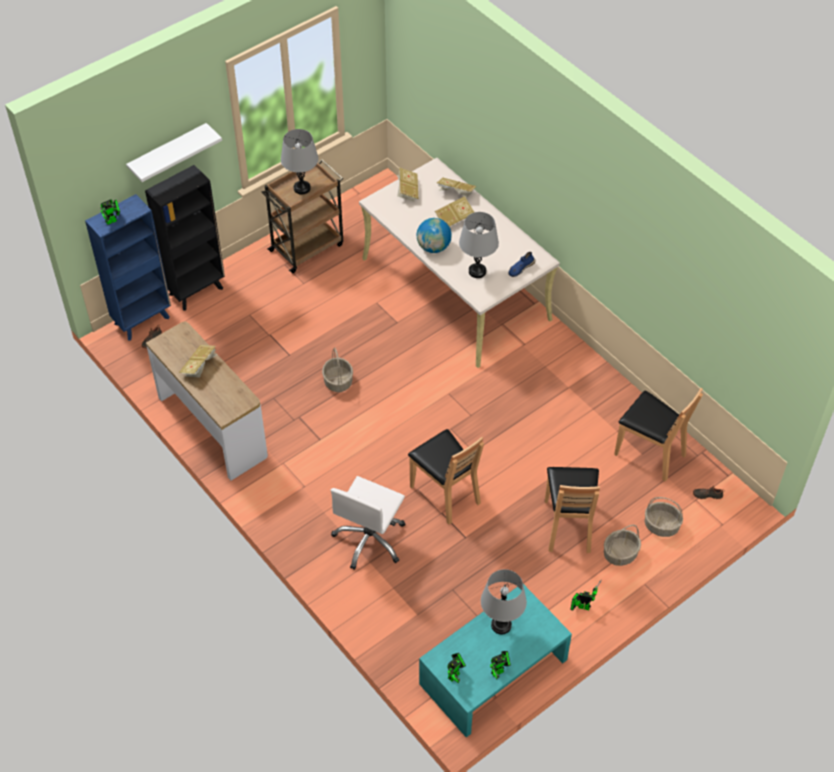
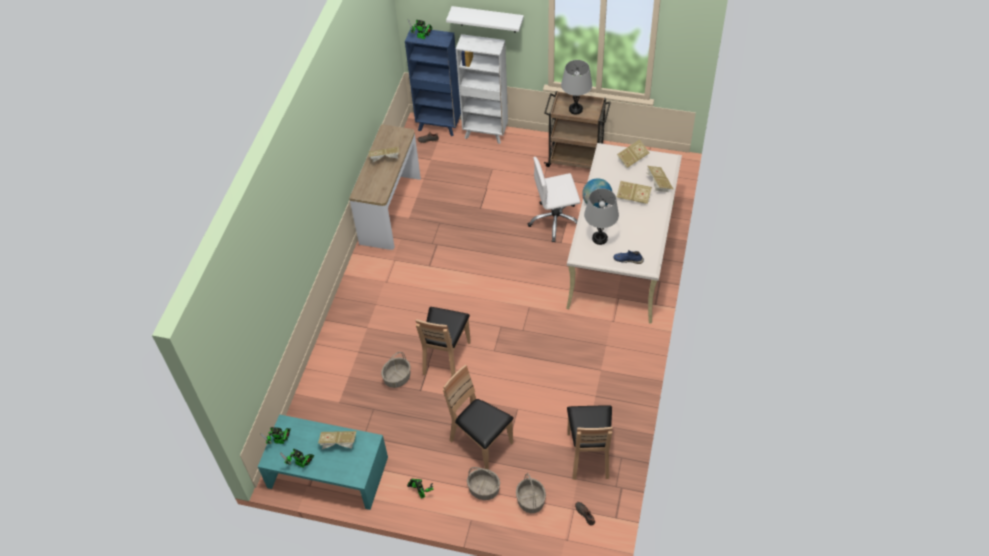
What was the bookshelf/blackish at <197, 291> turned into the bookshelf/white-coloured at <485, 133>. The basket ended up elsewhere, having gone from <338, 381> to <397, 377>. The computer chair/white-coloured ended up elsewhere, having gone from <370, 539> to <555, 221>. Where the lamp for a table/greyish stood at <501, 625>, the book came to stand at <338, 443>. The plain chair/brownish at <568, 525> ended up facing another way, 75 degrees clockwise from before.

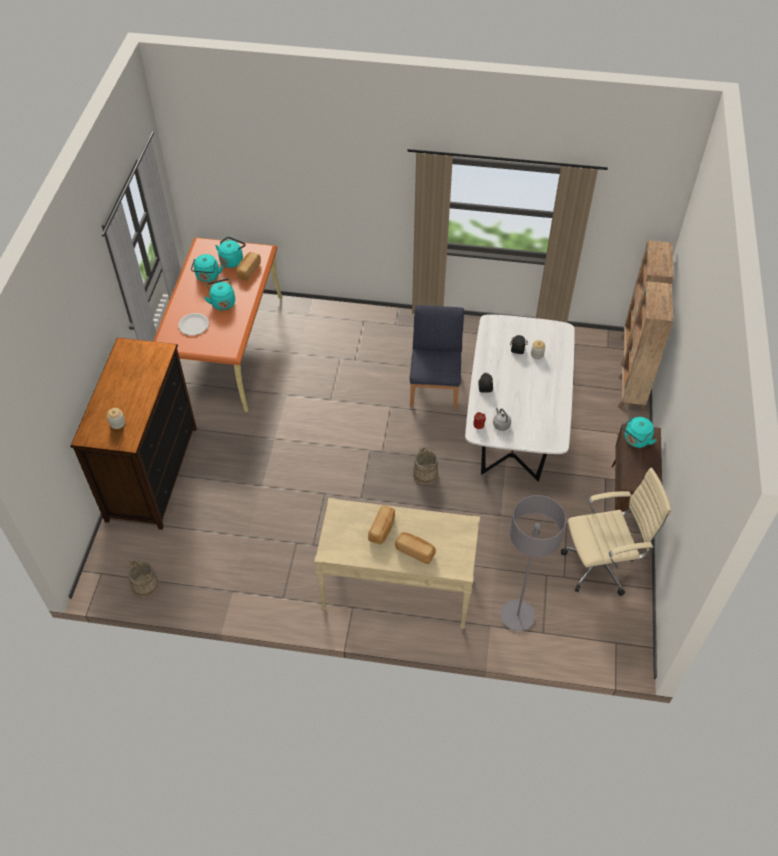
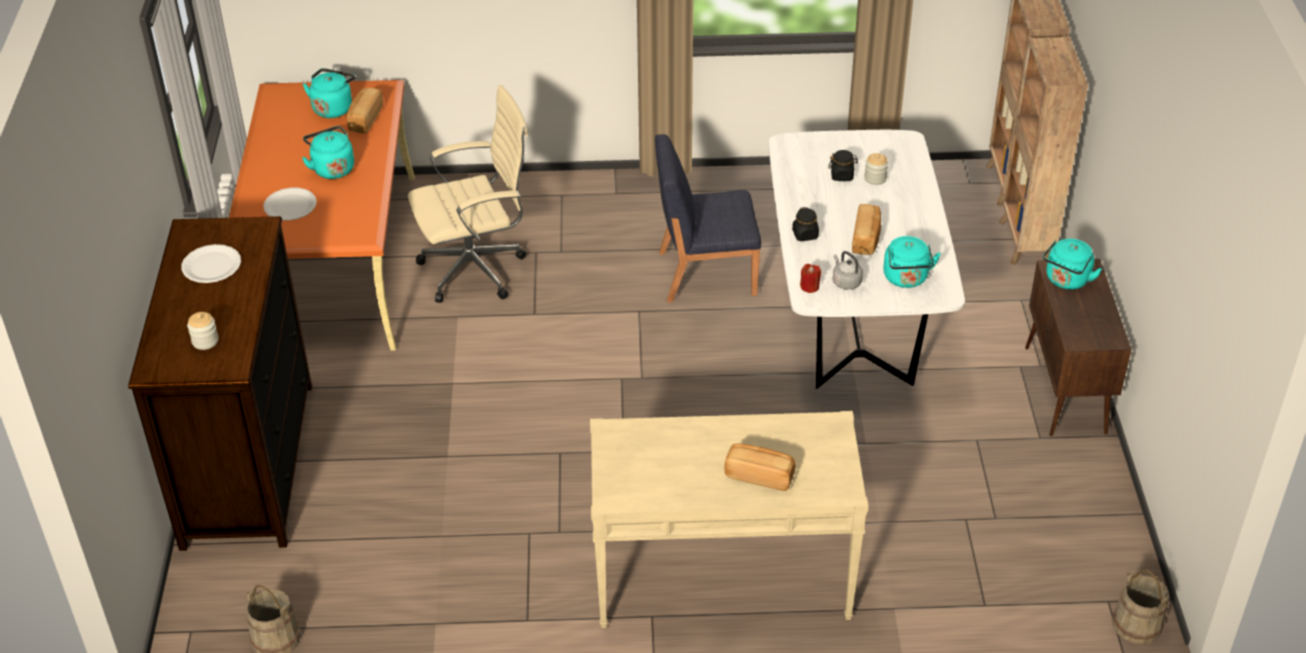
The kettle/turquoise-coloured ended up elsewhere, having gone from <207, 277> to <906, 279>. The baked bread ended up elsewhere, having gone from <382, 529> to <866, 239>. The plain chair/blue-coloured at <435, 386> ended up facing another way, 90 degrees counterclockwise from before. The pail/sand-coloured ended up elsewhere, having gone from <425, 474> to <1136, 625>. The second view lost the floor lamp/greyish at <517, 616>. The computer chair/sand-coloured ended up elsewhere, having gone from <602, 565> to <477, 269>. The second view gained the flat dish/white-coloured at <211, 265>.

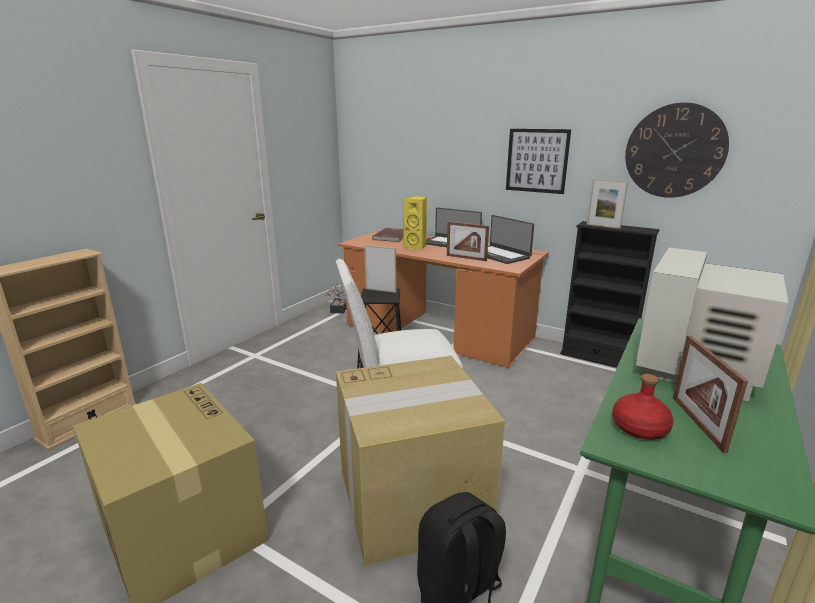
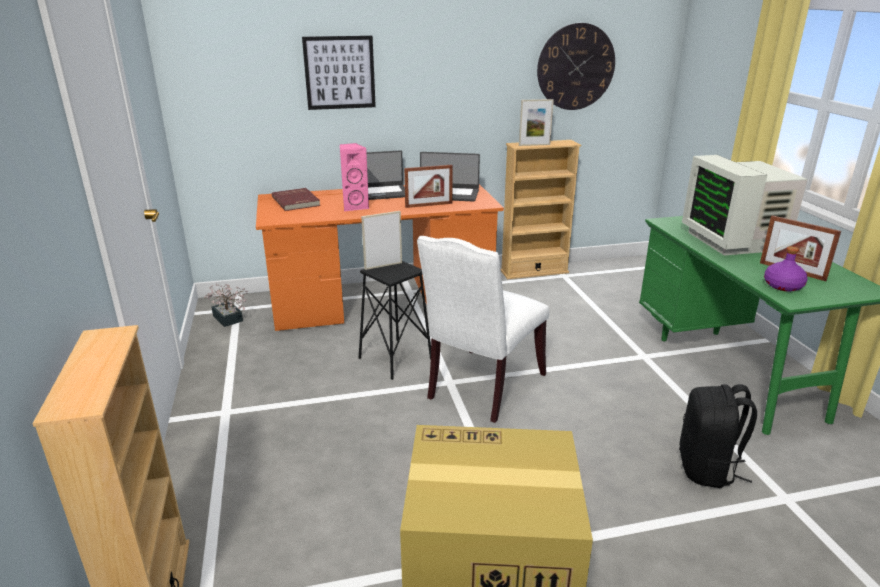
The second view lost the carton at <414, 499>. What was the loudspeaker/yellow at <416, 247> turned into the loudspeaker/pink at <354, 207>. The wall picture ended up elsewhere, having gone from <537, 161> to <339, 73>. What was the bookshelf/blackish at <596, 357> turned into the bookshelf/sand-coloured at <534, 271>. What was the beverage bottle/reddish at <639, 428> turned into the beverage bottle/purplish at <782, 286>.

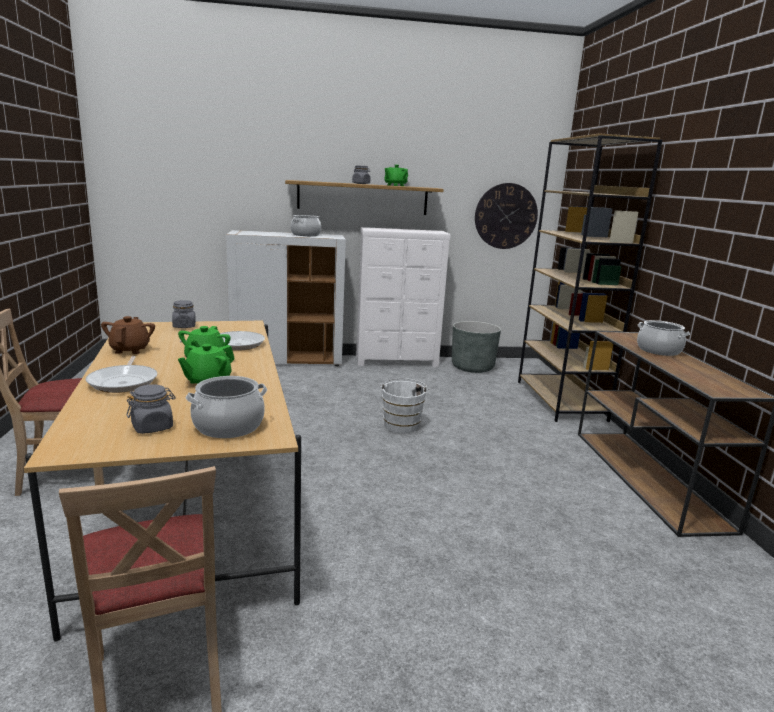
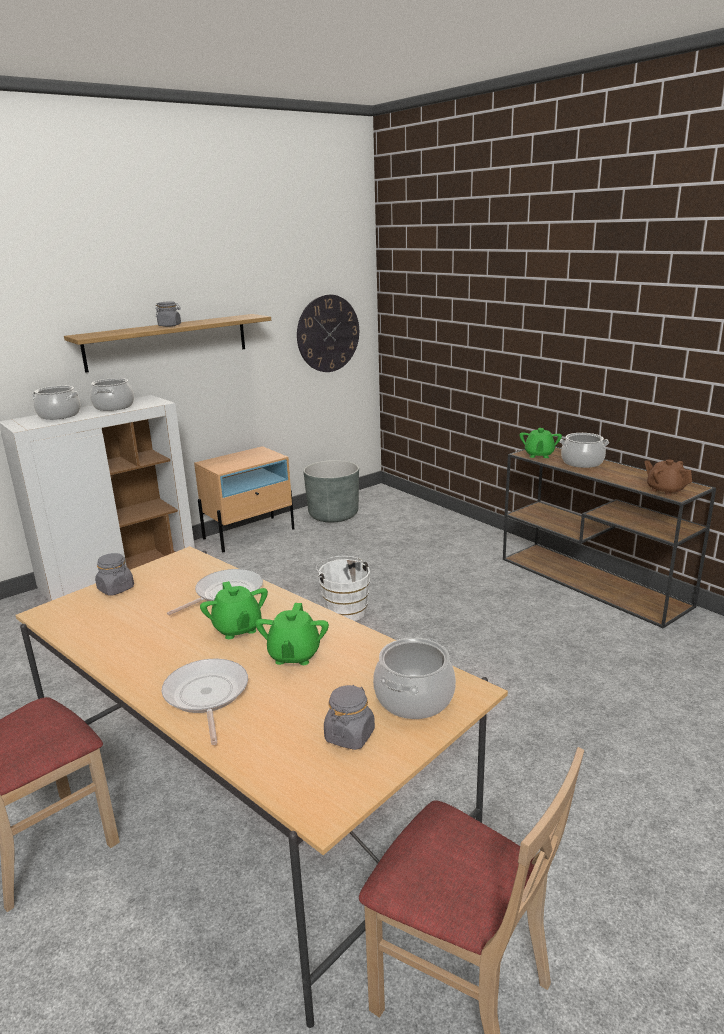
The pan at <124, 382> ended up facing another way, 150 degrees counterclockwise from before. The tea pot/brownish ended up elsewhere, having gone from <130, 350> to <665, 490>. Where the chest of drawers/white-coloured stood at <397, 361>, the nightstand/sand-coloured came to stand at <249, 533>. The tea pot/green-coloured ended up elsewhere, having gone from <395, 185> to <539, 455>. The second view lost the bookshelf/brownish at <561, 400>. The second view gained the stockpot at <59, 415>.

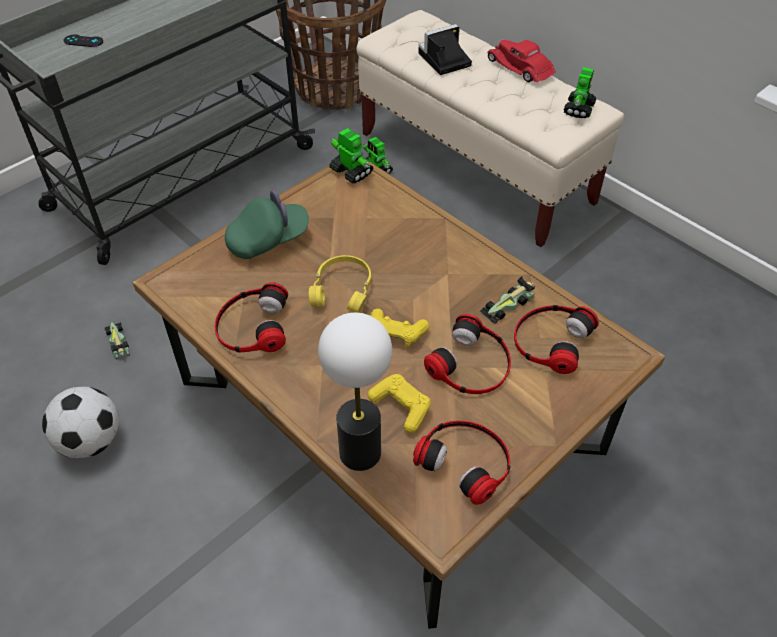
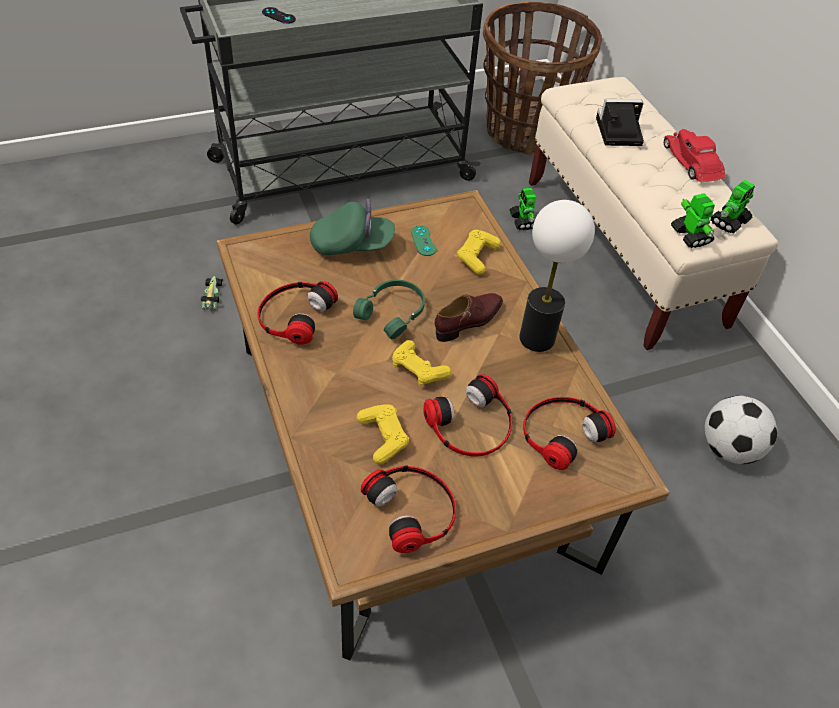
The ball for football ended up elsewhere, having gone from <91, 441> to <729, 449>. What was the headset/yellow at <343, 290> turned into the headset/green-coloured at <393, 313>. The lamp for a table ended up elsewhere, having gone from <360, 453> to <536, 338>. The robot figure ended up elsewhere, having gone from <351, 171> to <690, 235>. The second view lost the miniature car at <509, 304>. The second view gained the joypad/green-coloured at <423, 241>. The second view gained the shoe/brownish at <469, 321>. The second view gained the joypad/yellow at <477, 256>.

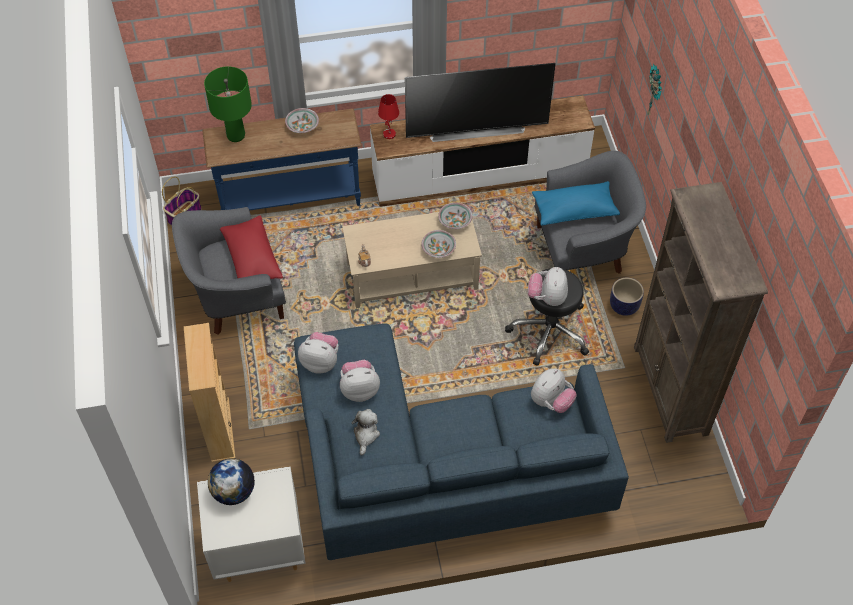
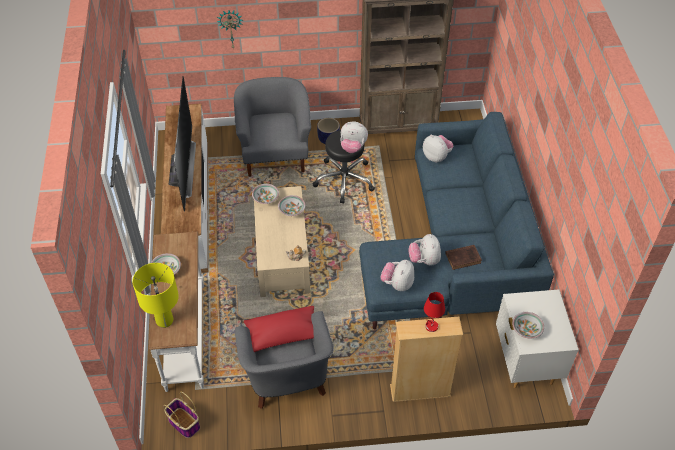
What was the console table/blue-coloured at <290, 201> turned into the console table/white-coloured at <186, 336>. What was the lamp for a table/green-coloured at <236, 135> turned into the lamp for a table/yellow at <164, 320>. Where the desk globe stood at <233, 491>, the bowl came to stand at <527, 329>. Where the plush toy stood at <366, 435>, the book/brownish came to stand at <464, 258>. The lamp for a table/reddish ended up elsewhere, having gone from <389, 134> to <431, 327>. The second view lost the pillow/blue-coloured at <574, 210>.

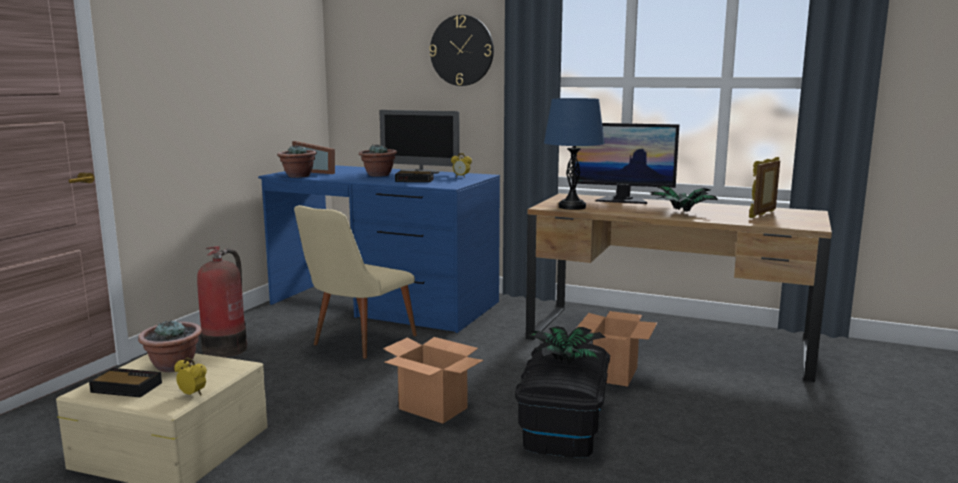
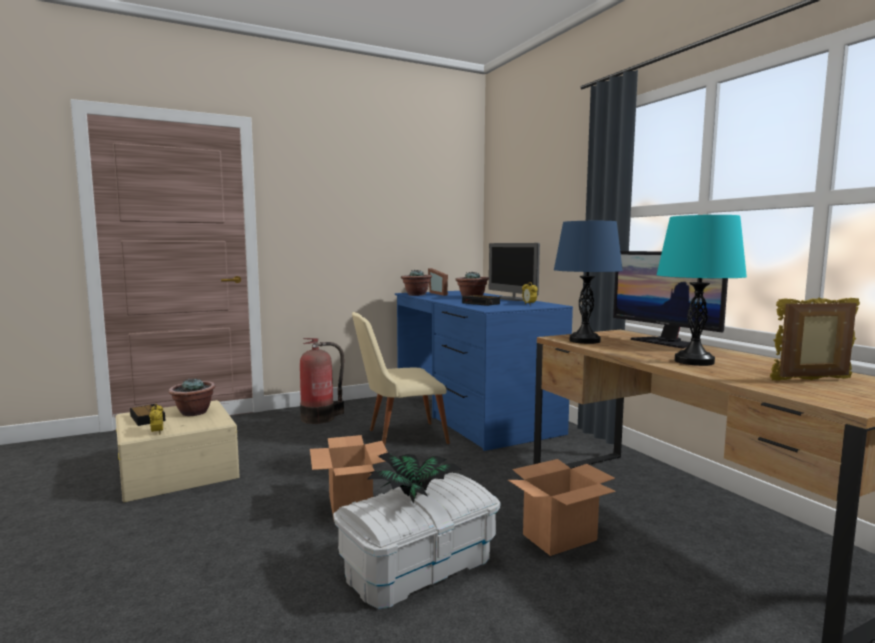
The second view lost the clock on the wall at <462, 50>. What was the storage container/blackish at <563, 424> turned into the storage container/white-coloured at <418, 565>. Where the houseplant stood at <681, 212>, the lamp for a table/turquoise-coloured came to stand at <694, 361>.

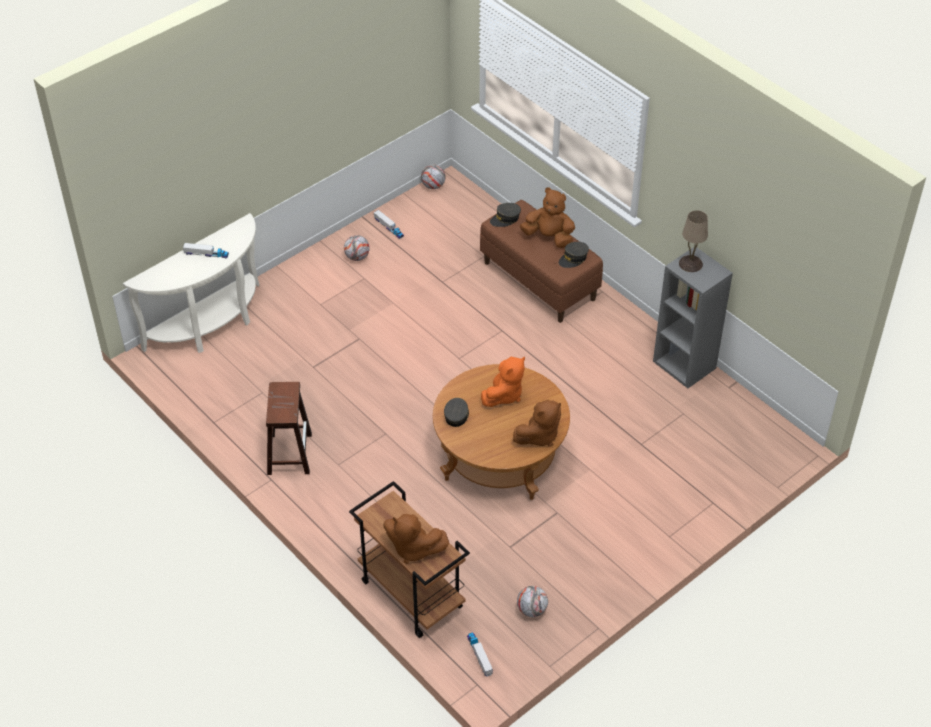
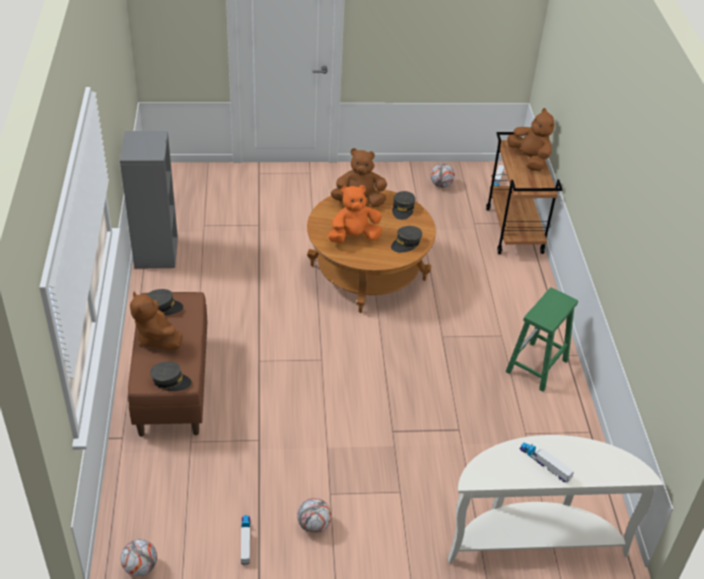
What was the stool/brownish at <289, 453> turned into the stool/green-coloured at <536, 367>. The second view lost the lamp for a table/sand-coloured at <690, 263>. The second view gained the cap/greyish at <403, 209>.

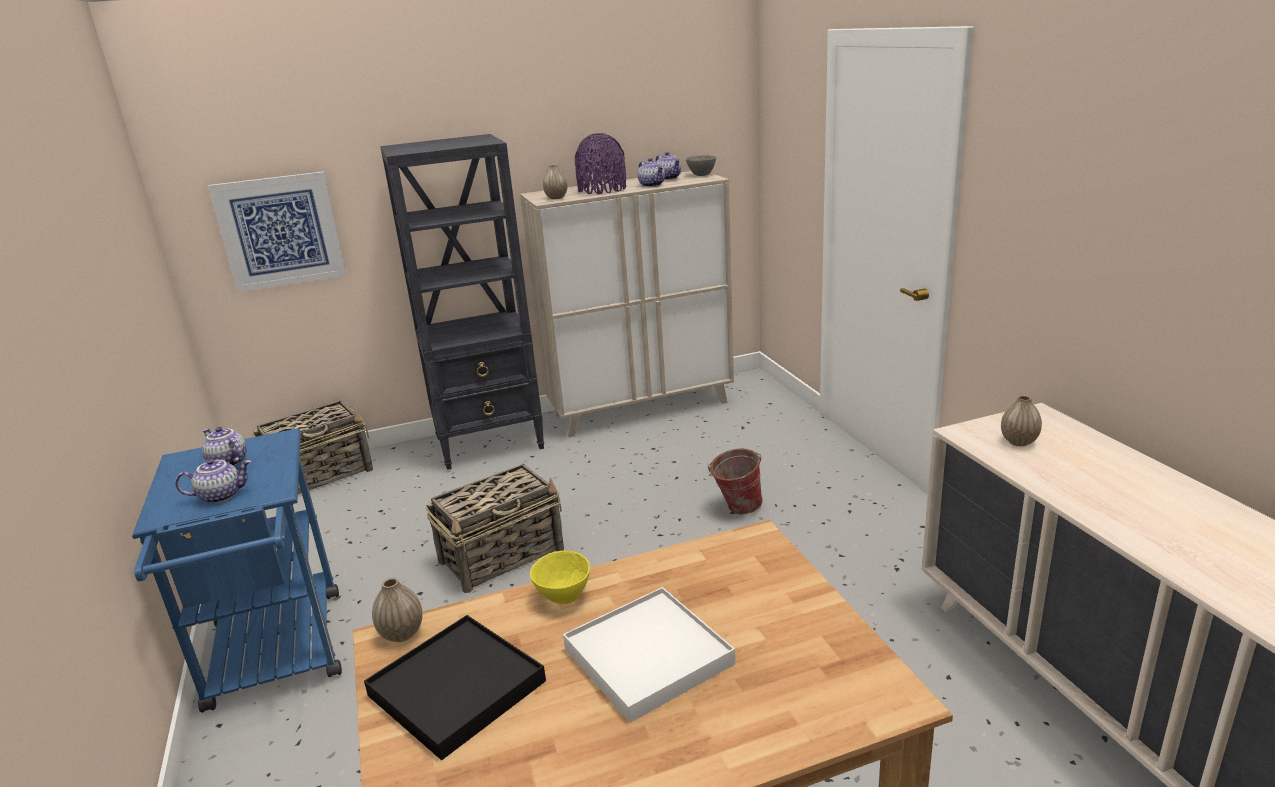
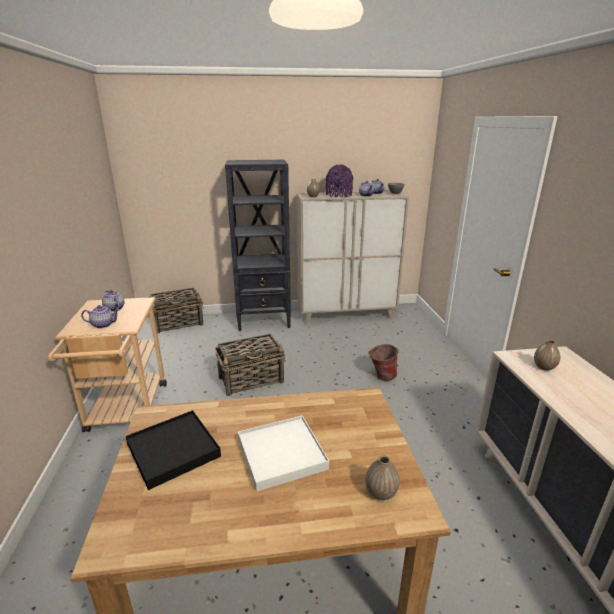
What was the cart/blue-coloured at <276, 658> turned into the cart/sand-coloured at <126, 412>. The second view lost the wall picture at <280, 231>. The decorative vase ended up elsewhere, having gone from <402, 634> to <381, 493>. The second view lost the bowl/yellow at <563, 597>.

